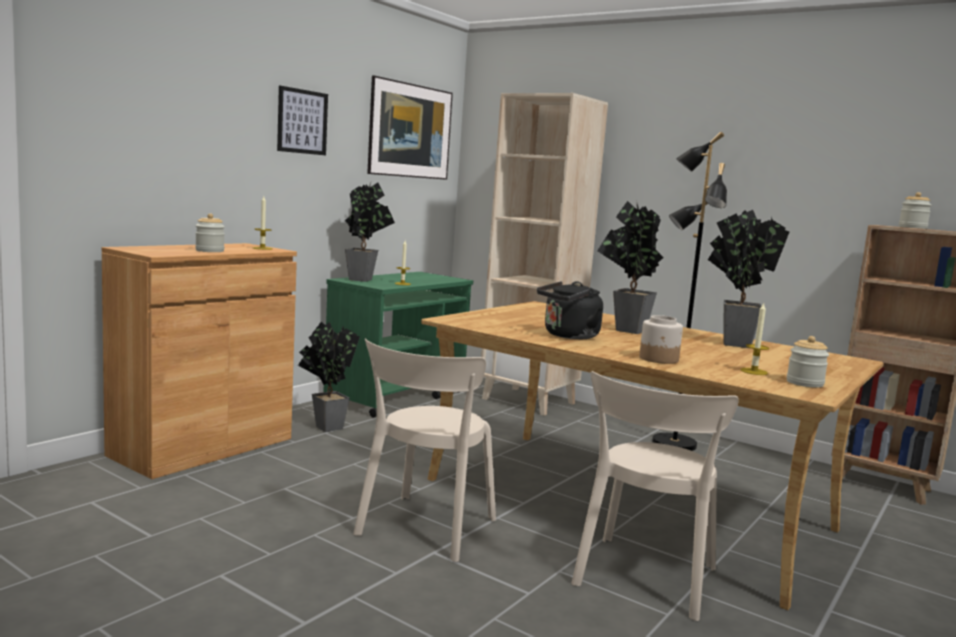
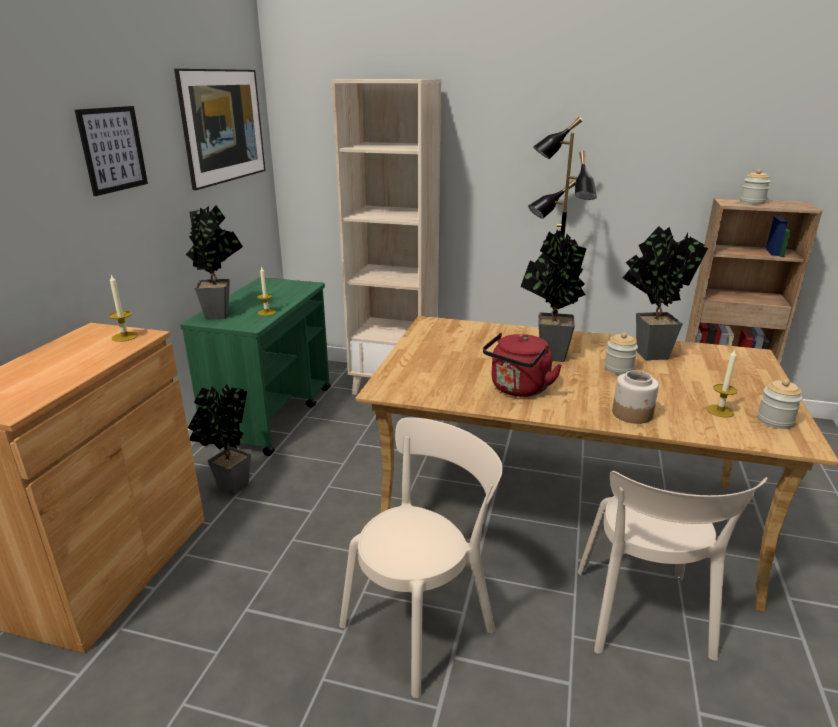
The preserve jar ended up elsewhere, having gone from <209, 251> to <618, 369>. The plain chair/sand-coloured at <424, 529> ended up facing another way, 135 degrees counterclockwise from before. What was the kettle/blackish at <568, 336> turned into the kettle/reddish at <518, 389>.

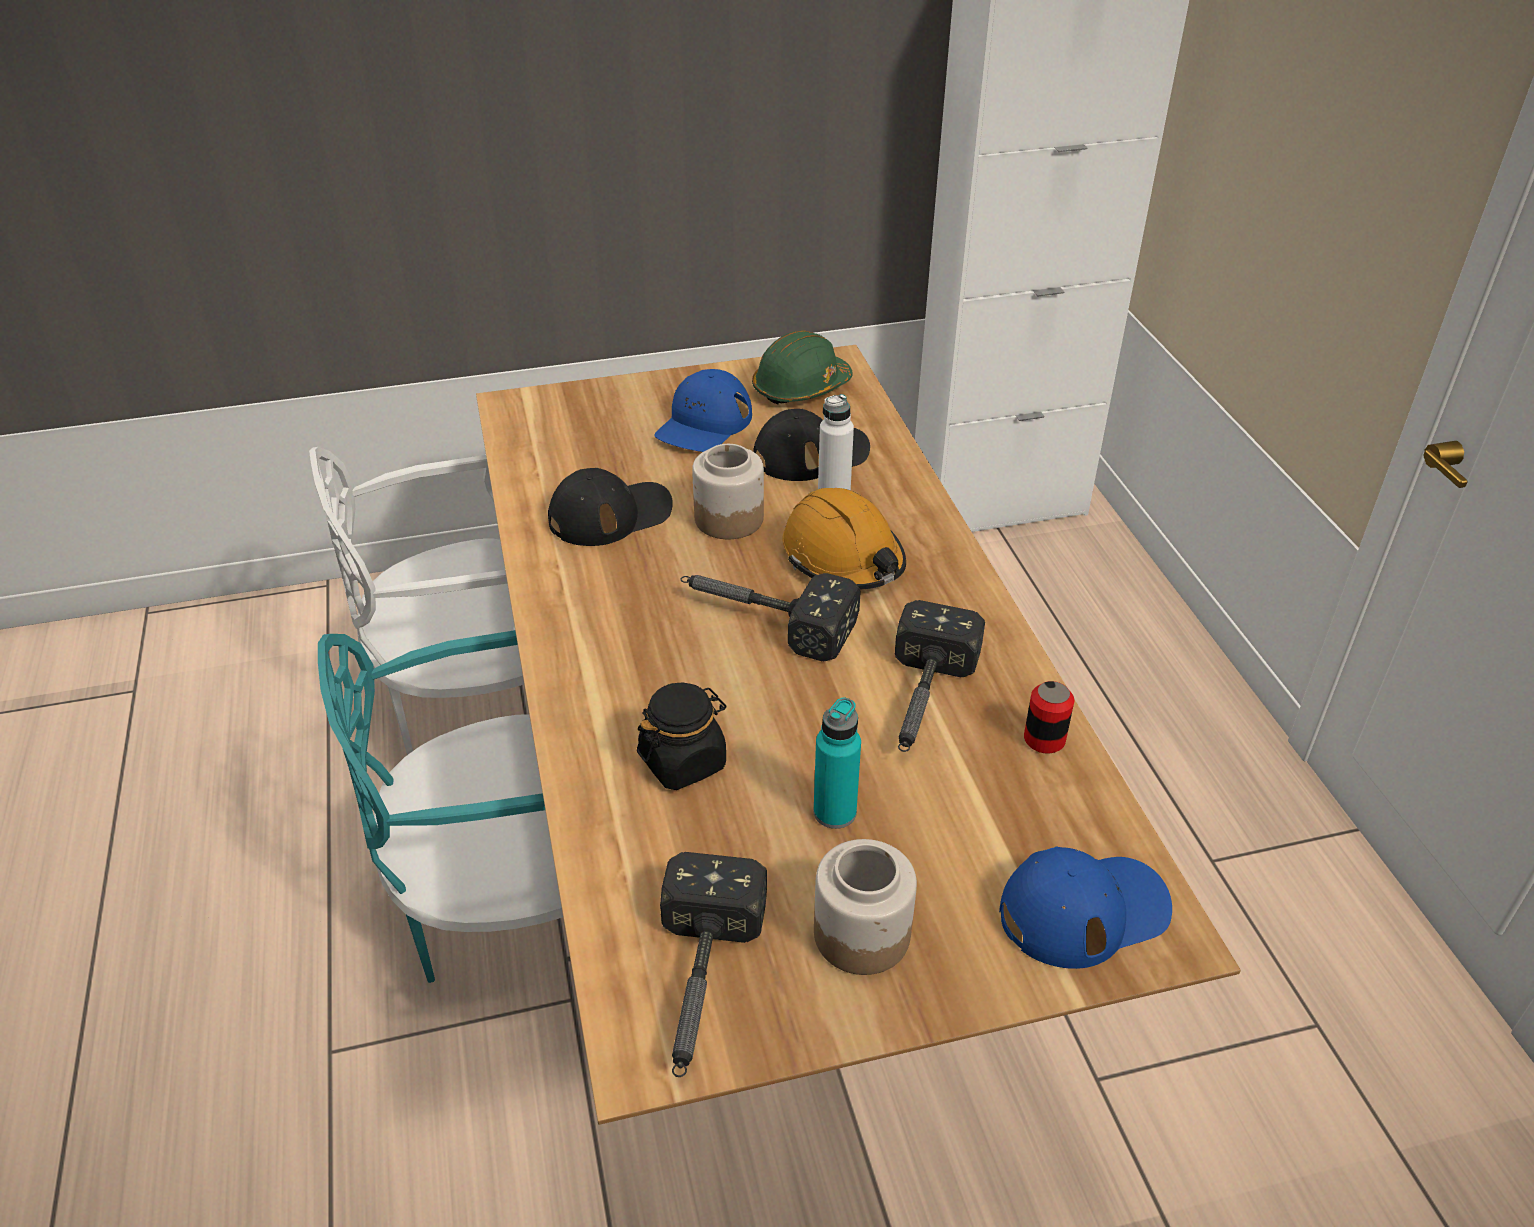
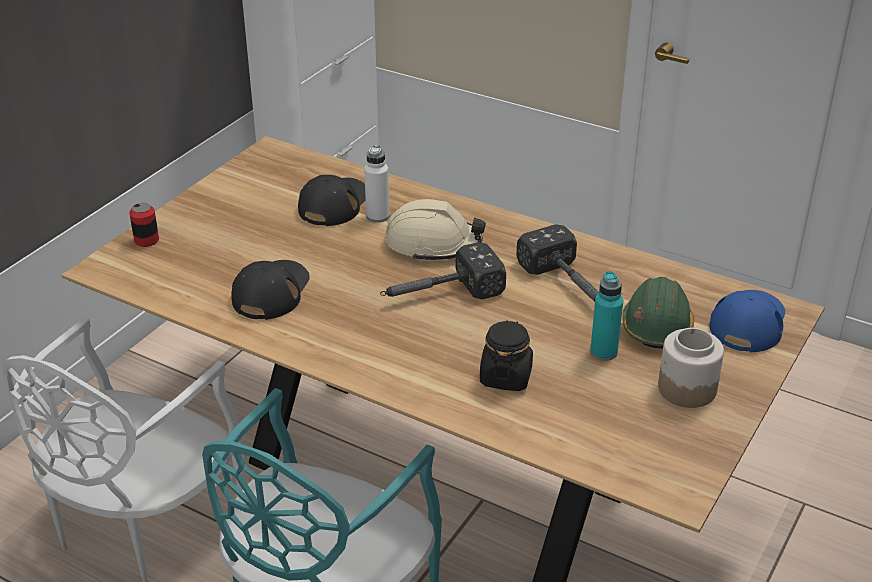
The second view lost the cap/blue-coloured at <704, 424>. The second view lost the tool hammer at <701, 986>. The second view lost the preserve jar at <729, 518>. The work helmet/green-coloured ended up elsewhere, having gone from <801, 388> to <657, 326>. What was the work helmet/orange at <843, 558> turned into the work helmet/sand-coloured at <433, 244>. The can ended up elsewhere, having gone from <1044, 739> to <146, 240>.

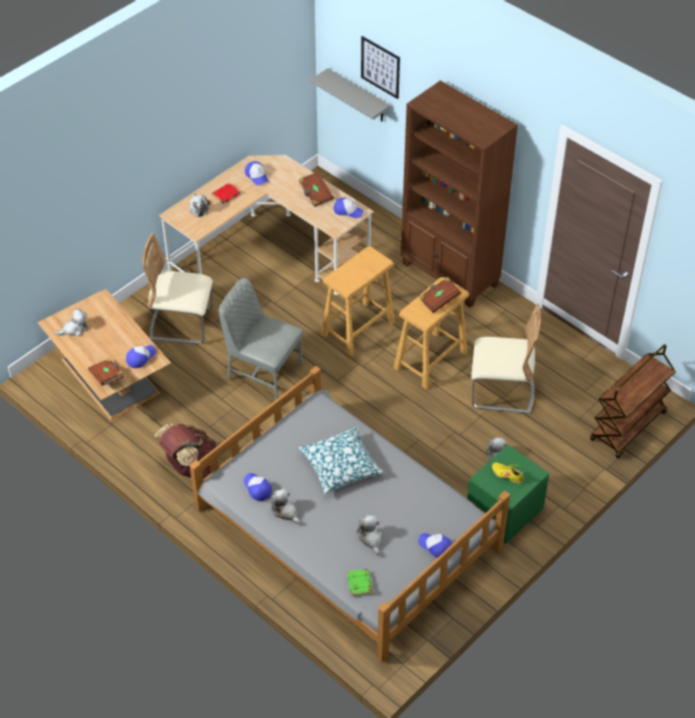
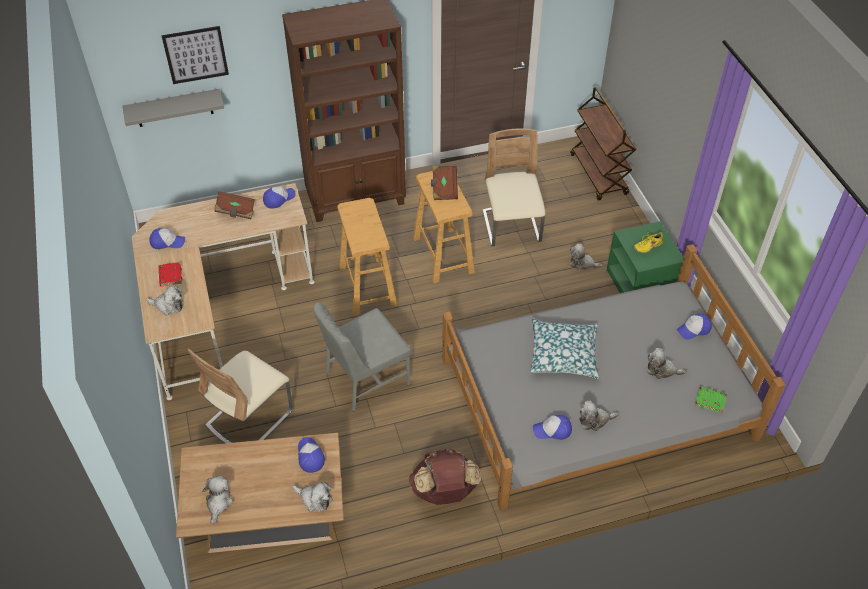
Where the book/brownish stood at <107, 377>, the plush toy came to stand at <314, 499>. The plain chair/sand-coloured at <501, 391> ended up facing another way, 45 degrees counterclockwise from before.

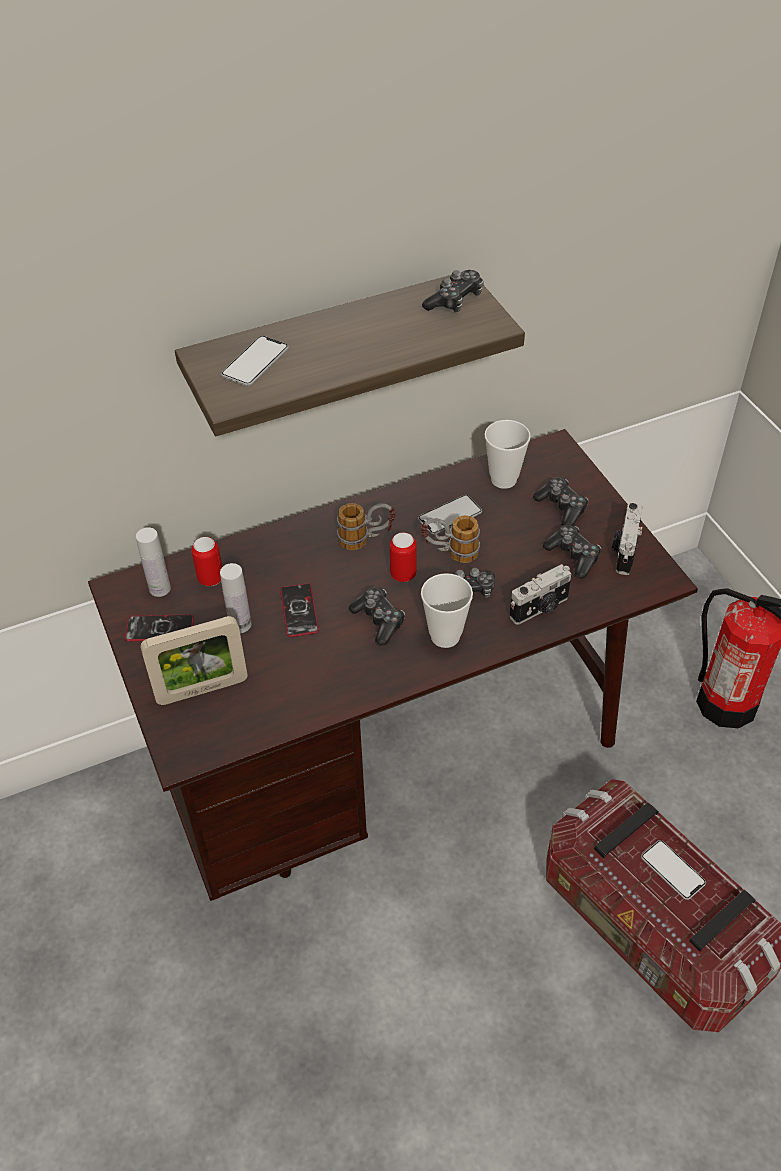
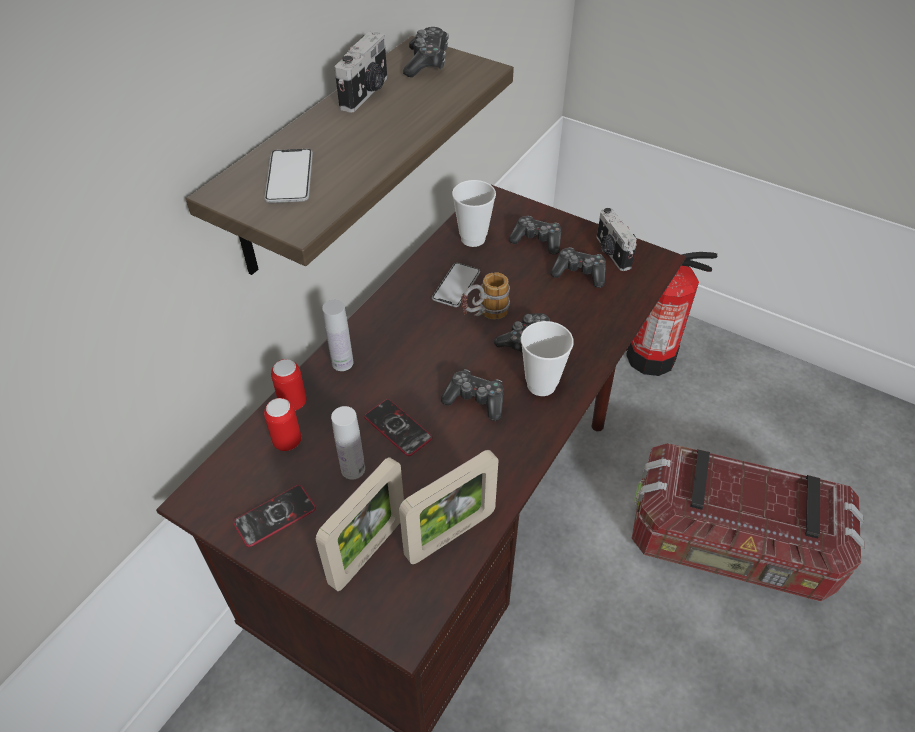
The beverage bottle/white-coloured ended up elsewhere, having gone from <160, 588> to <342, 363>. The second view lost the tea mug at <366, 540>. The can ended up elsewhere, having gone from <403, 574> to <293, 402>. The still camera ended up elsewhere, having gone from <540, 608> to <366, 93>. The second view lost the telephone at <672, 870>. The second view gained the photo frame at <450, 535>.

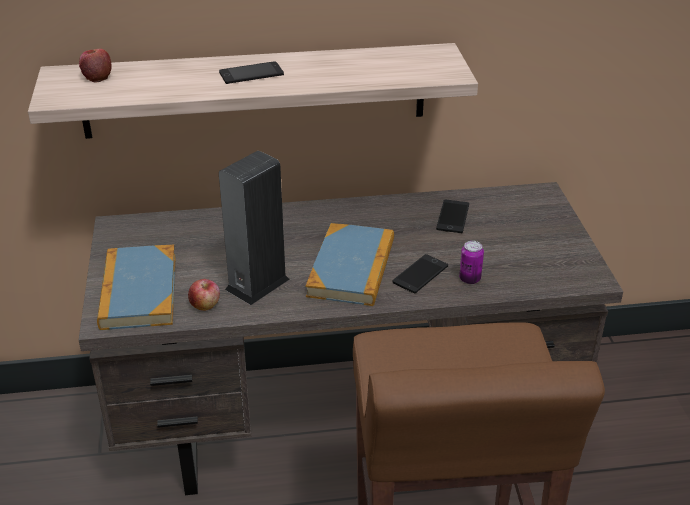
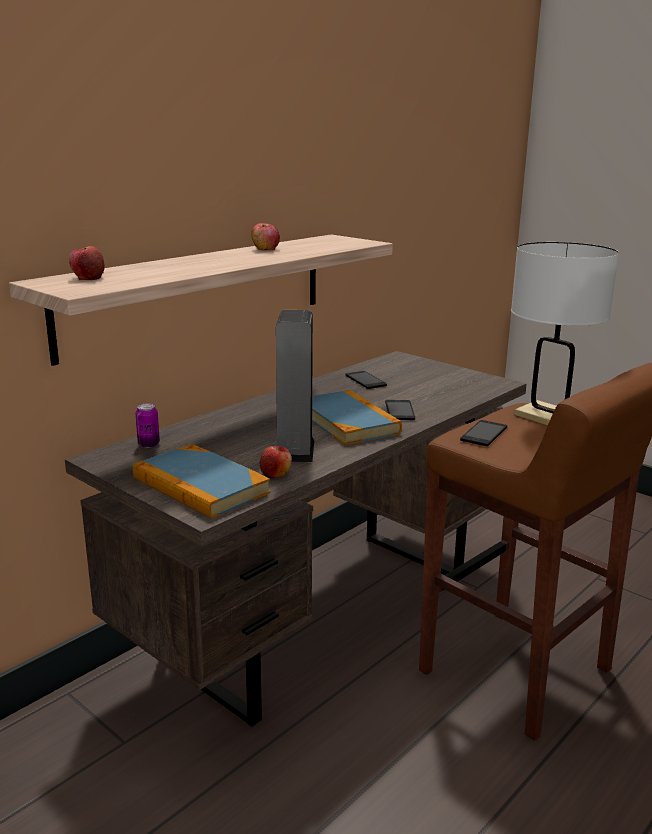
The telephone ended up elsewhere, having gone from <251, 73> to <484, 434>. The can ended up elsewhere, having gone from <469, 279> to <148, 444>. The second view gained the apple fruit at <265, 249>. The second view gained the lamp for a table/white-coloured at <547, 416>.

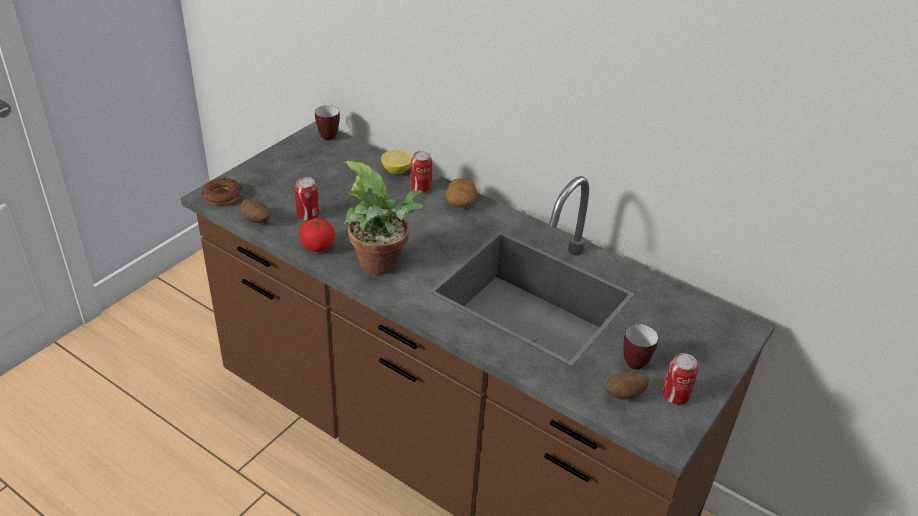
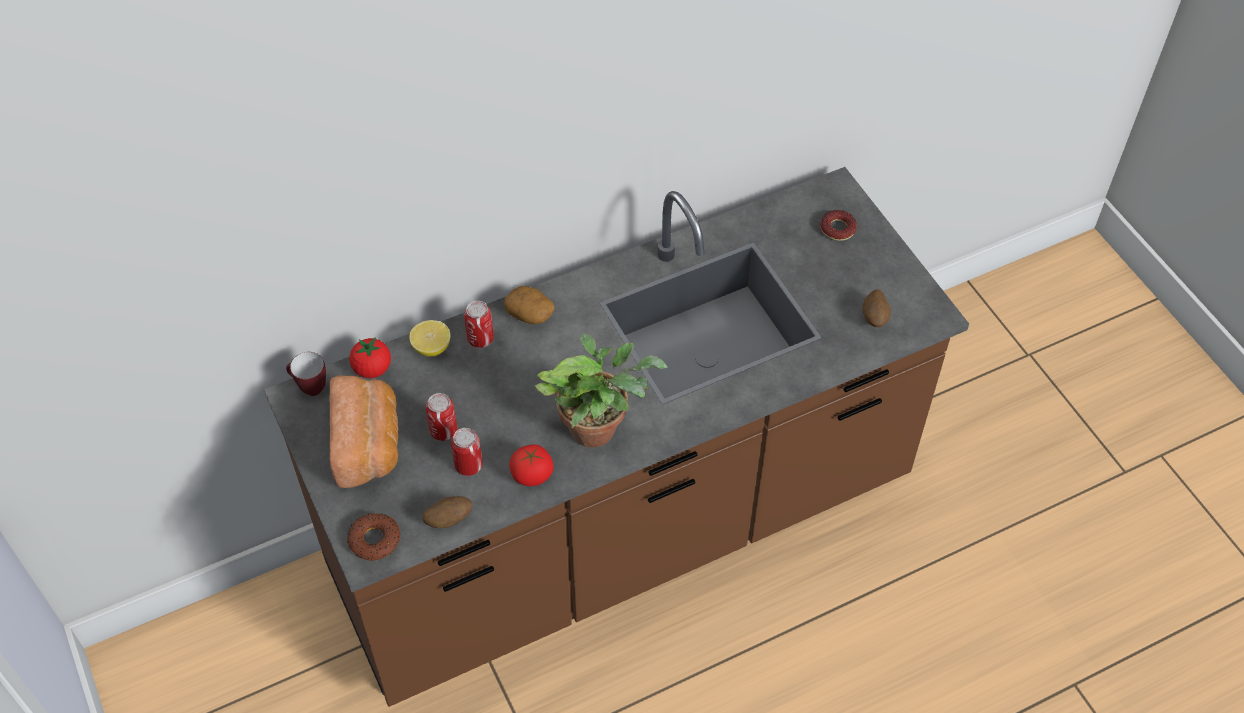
The second view lost the tea mug at <635, 360>. The can ended up elsewhere, having gone from <675, 396> to <443, 430>. The second view gained the baked bread at <369, 444>. The second view gained the whole tomato at <372, 369>. The second view gained the doughnut at <837, 229>.

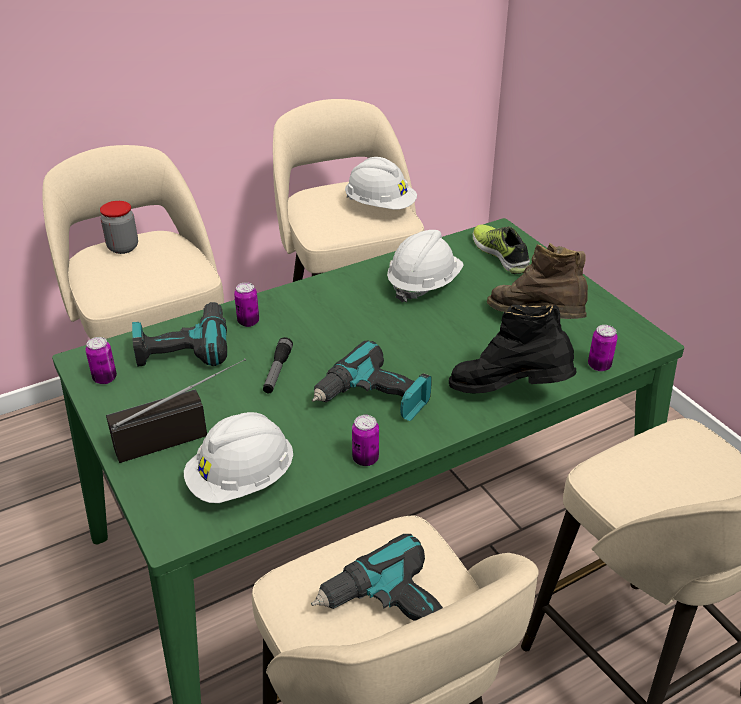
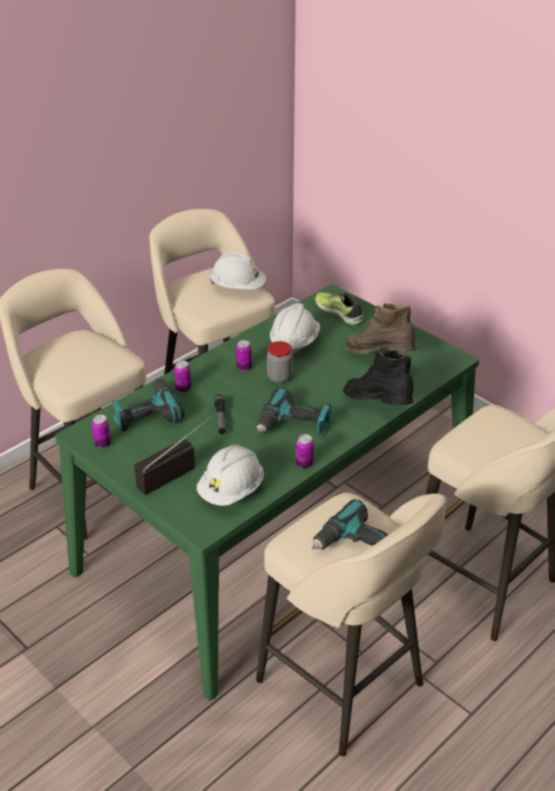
The preserve jar ended up elsewhere, having gone from <123, 247> to <279, 377>. The tall boot/blackish at <509, 393> ended up facing another way, 45 degrees clockwise from before. The can ended up elsewhere, having gone from <599, 366> to <244, 367>.

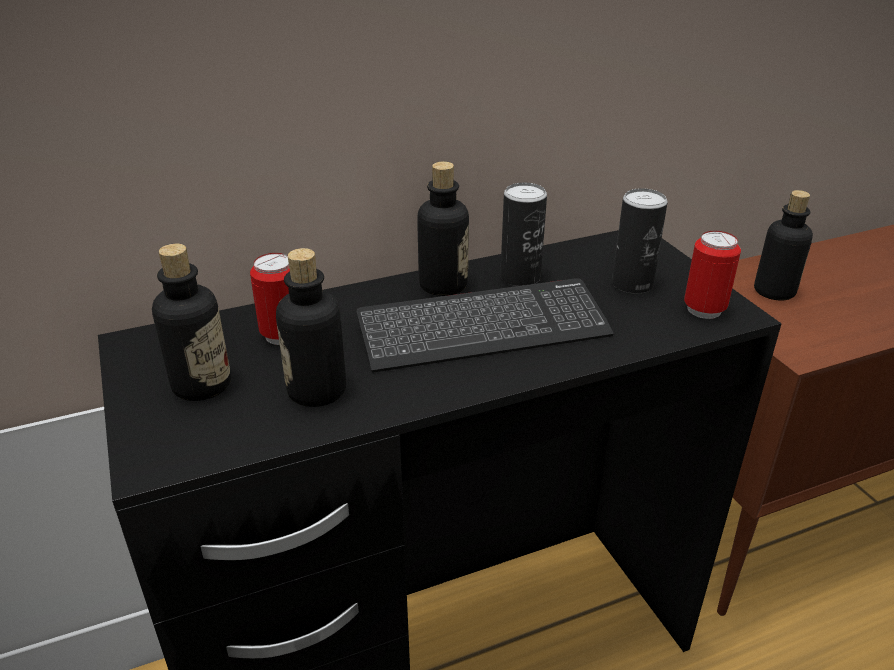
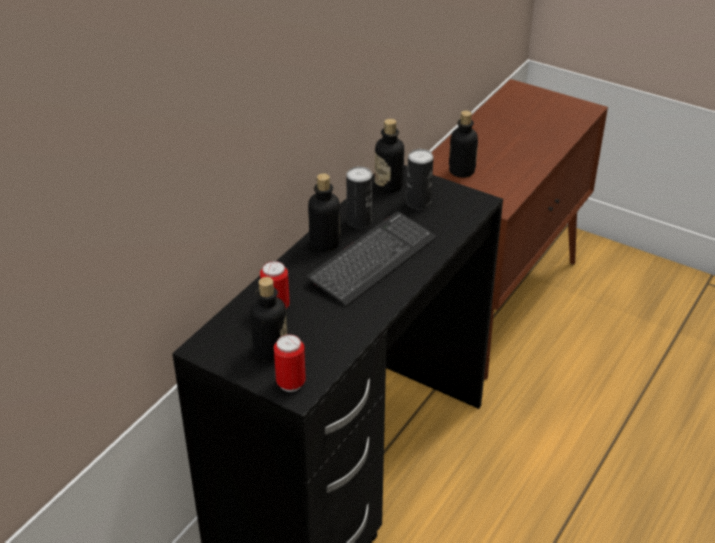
The beverage bottle ended up elsewhere, having gone from <317, 390> to <388, 185>. The can ended up elsewhere, having gone from <704, 310> to <291, 383>.

